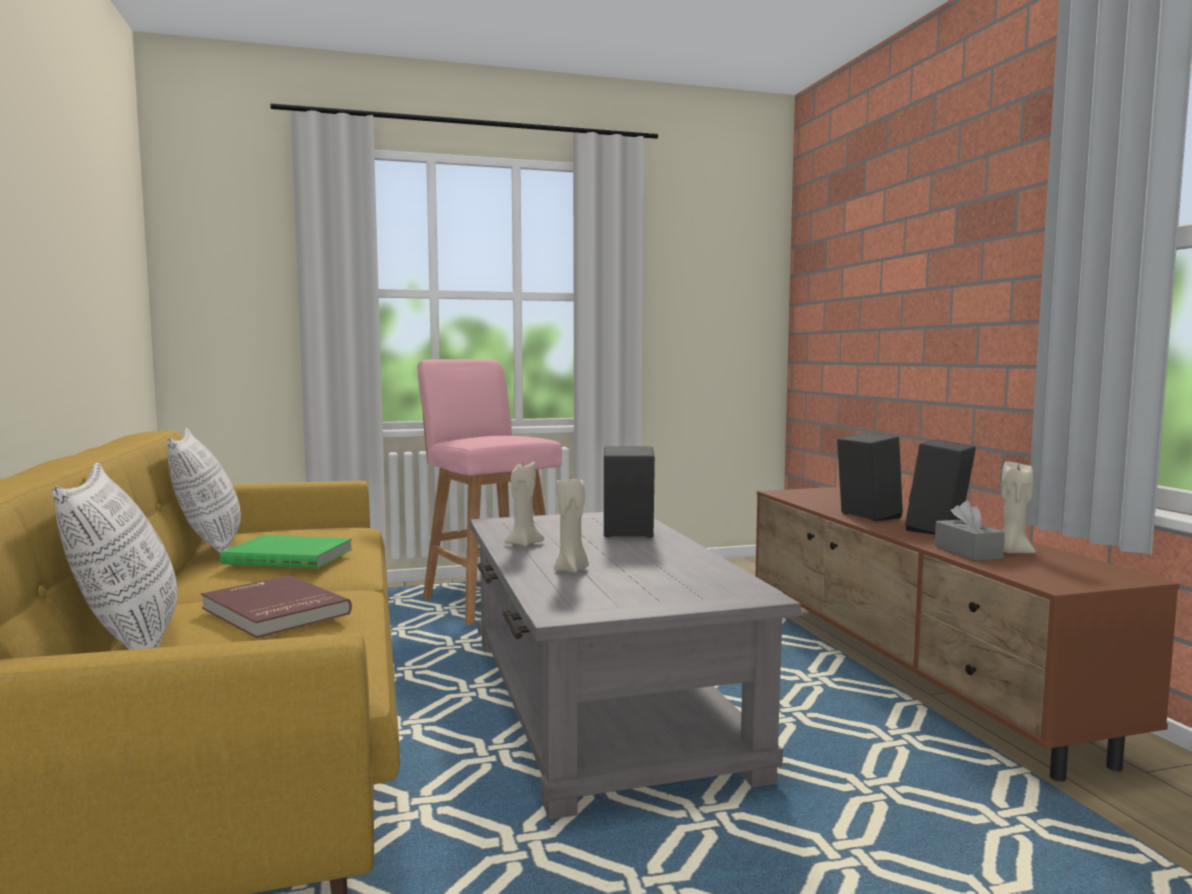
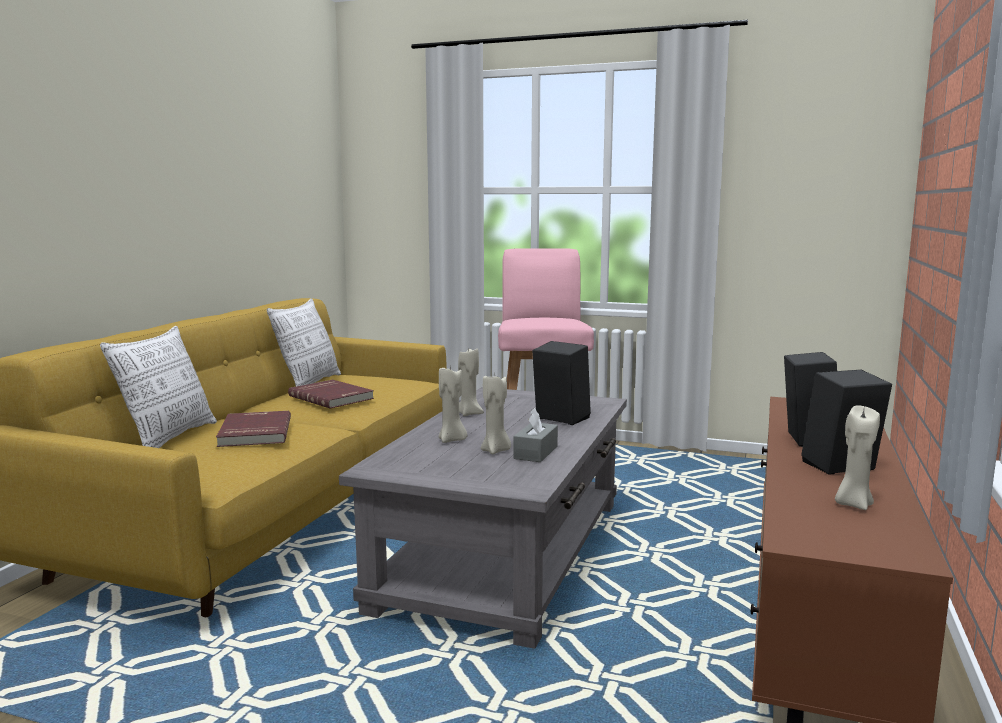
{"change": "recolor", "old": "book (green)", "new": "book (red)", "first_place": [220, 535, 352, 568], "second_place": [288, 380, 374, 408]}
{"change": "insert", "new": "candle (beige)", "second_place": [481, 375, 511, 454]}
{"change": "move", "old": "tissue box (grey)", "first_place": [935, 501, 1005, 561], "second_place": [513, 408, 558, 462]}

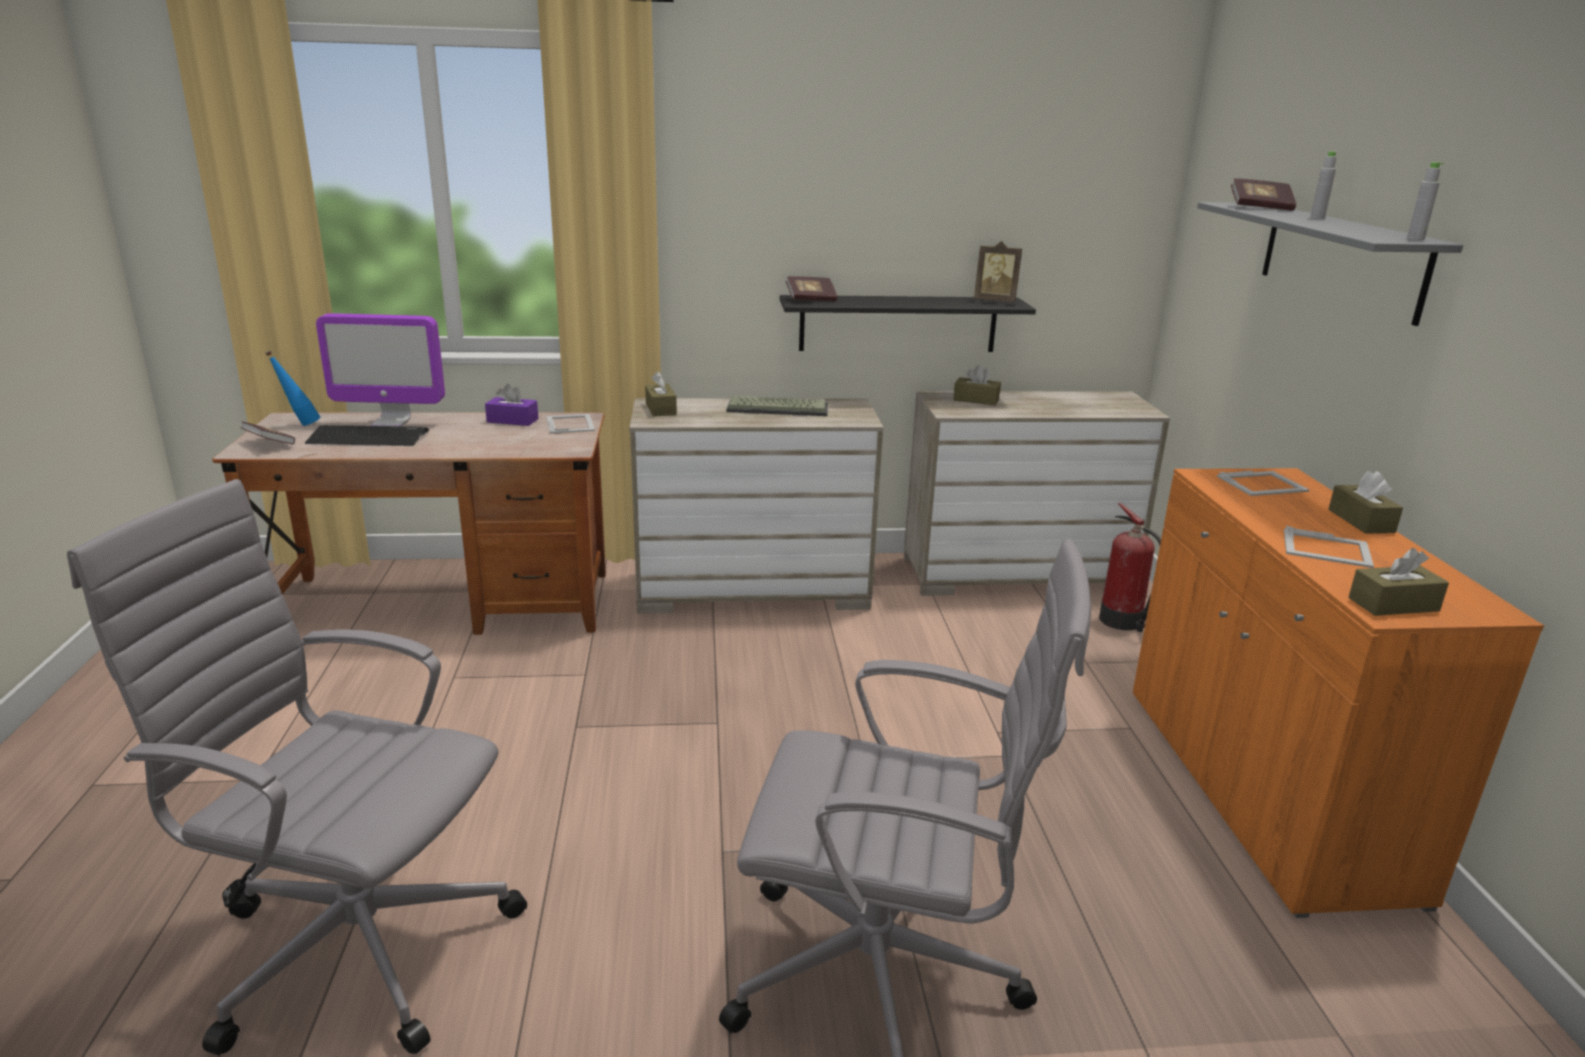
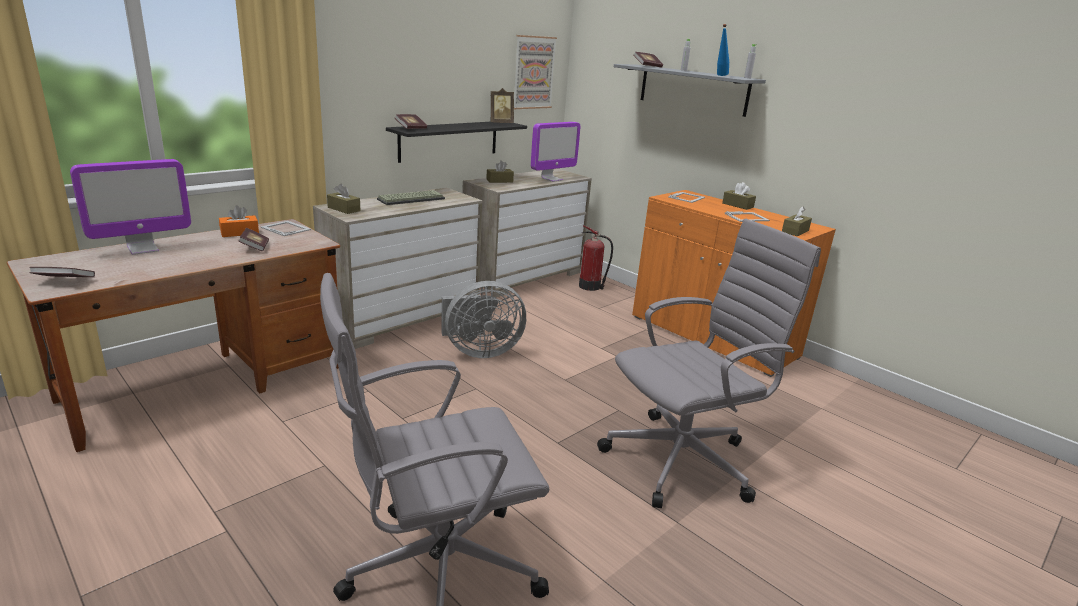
{"change": "recolor", "old": "tissue box (purple)", "new": "tissue box (orange)", "first_place": [485, 384, 539, 426], "second_place": [219, 205, 259, 237]}
{"change": "insert", "new": "book", "second_place": [239, 228, 269, 251]}
{"change": "insert", "new": "fan (grey)", "second_place": [441, 281, 526, 358]}
{"change": "insert", "new": "picture", "second_place": [514, 35, 557, 109]}
{"change": "insert", "new": "monitor", "second_place": [531, 122, 580, 182]}
{"change": "move", "old": "bottle (blue)", "first_place": [265, 351, 320, 426], "second_place": [717, 24, 729, 76]}
{"change": "delete", "old": "keyboard", "first_place": [305, 425, 429, 446]}

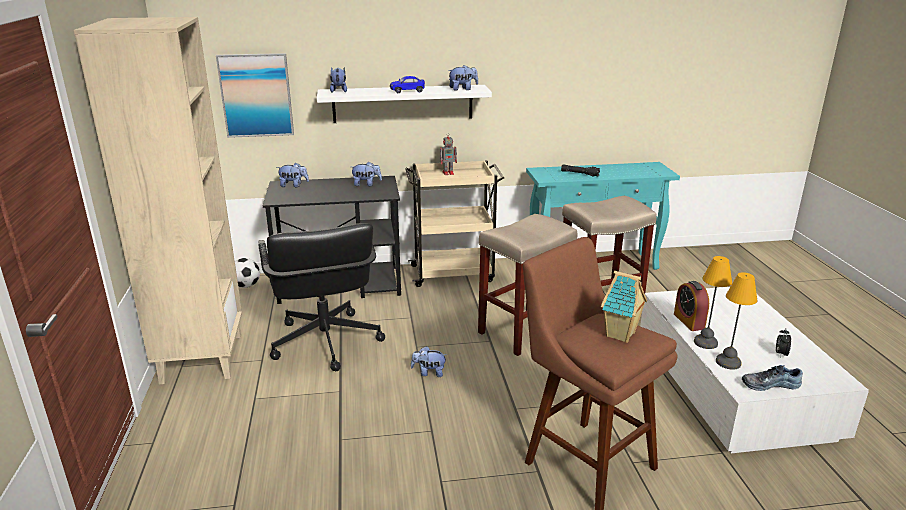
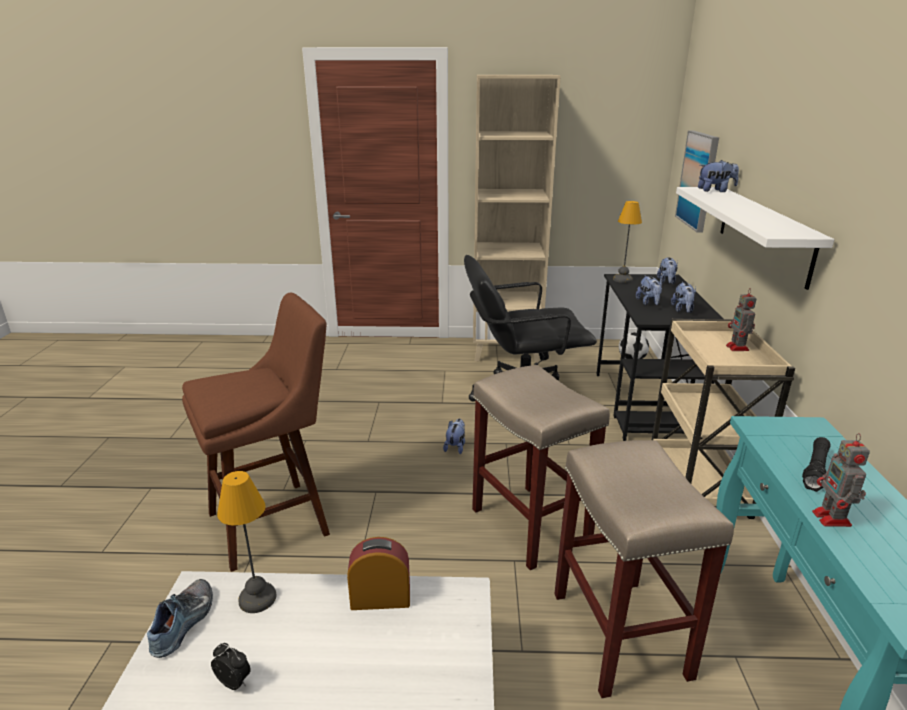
{"change": "move", "old": "table lamp", "first_place": [694, 256, 732, 349], "second_place": [613, 201, 642, 283]}
{"change": "move", "old": "plush toy", "first_place": [448, 65, 478, 91], "second_place": [636, 276, 662, 305]}
{"change": "insert", "new": "toy robot", "second_place": [812, 433, 870, 527]}
{"change": "delete", "old": "toy car", "first_place": [390, 76, 425, 93]}
{"change": "delete", "old": "toy house", "first_place": [601, 271, 647, 343]}

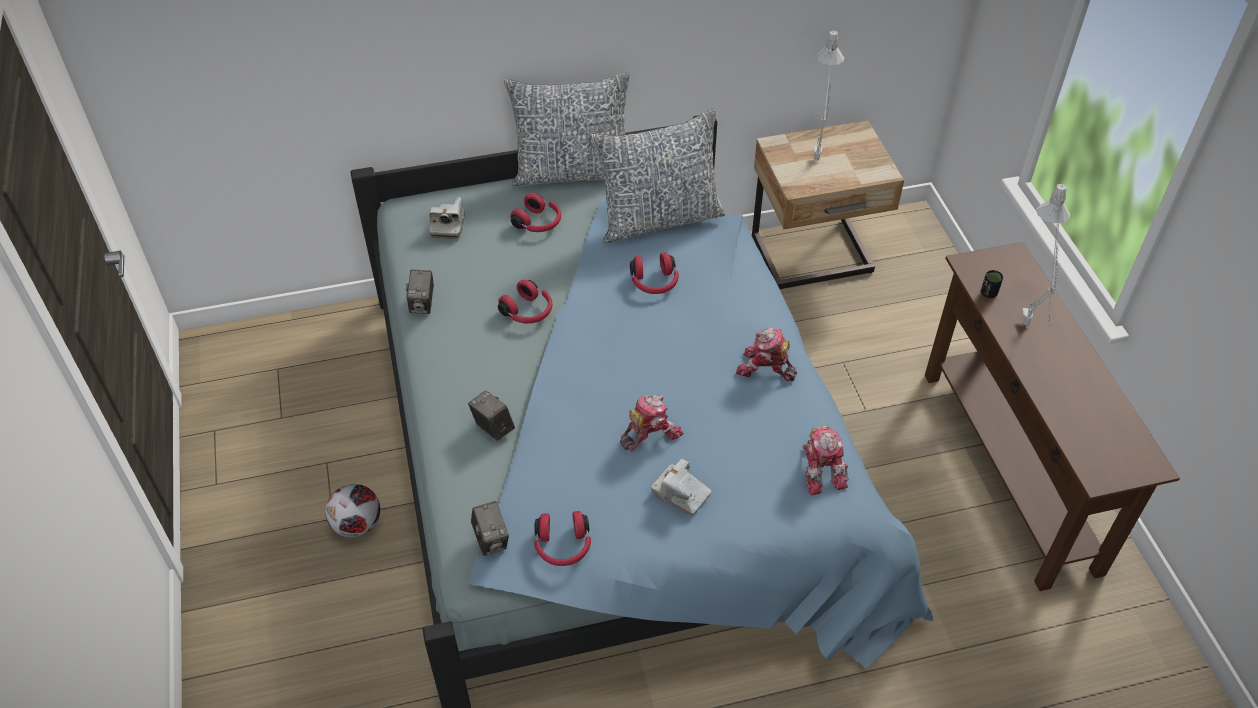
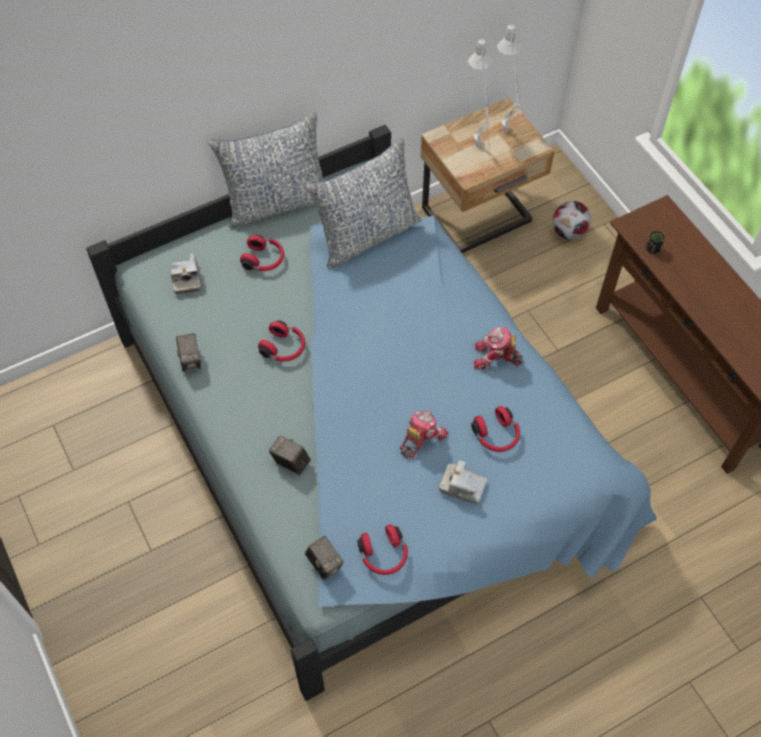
{"change": "move", "old": "headphones (red)", "first_place": [630, 252, 679, 294], "second_place": [471, 406, 520, 452]}
{"change": "move", "old": "table lamp (grey)", "first_place": [1022, 184, 1070, 331], "second_place": [497, 25, 521, 133]}
{"change": "move", "old": "football", "first_place": [325, 484, 380, 538], "second_place": [553, 201, 591, 240]}
{"change": "delete", "old": "toy robot", "first_place": [803, 425, 849, 495]}

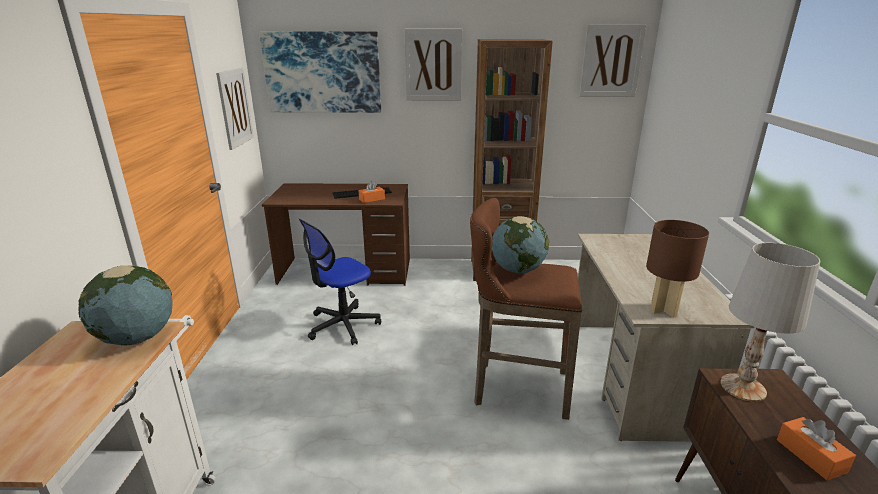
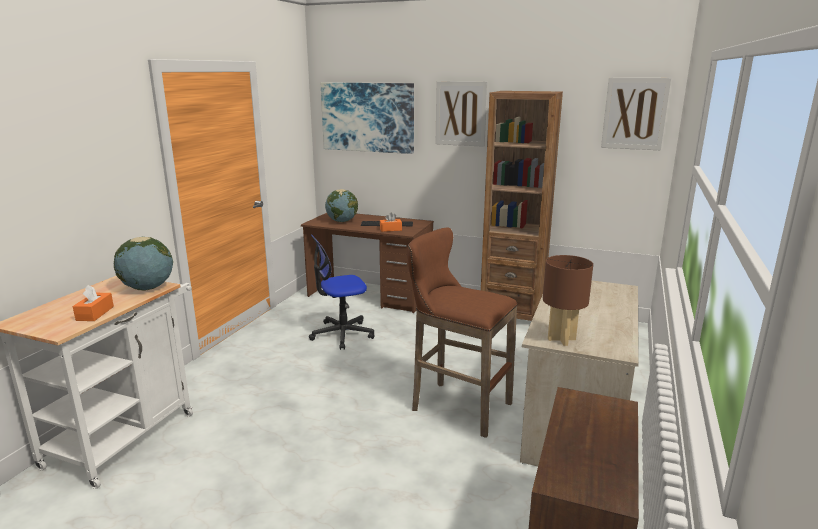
{"change": "move", "old": "tissue box (orange)", "first_place": [777, 417, 856, 480], "second_place": [73, 285, 114, 321]}
{"change": "move", "old": "globe", "first_place": [492, 216, 549, 274], "second_place": [325, 189, 358, 222]}
{"change": "delete", "old": "picture", "first_place": [216, 68, 254, 150]}
{"change": "delete", "old": "table lamp (white)", "first_place": [721, 243, 820, 402]}

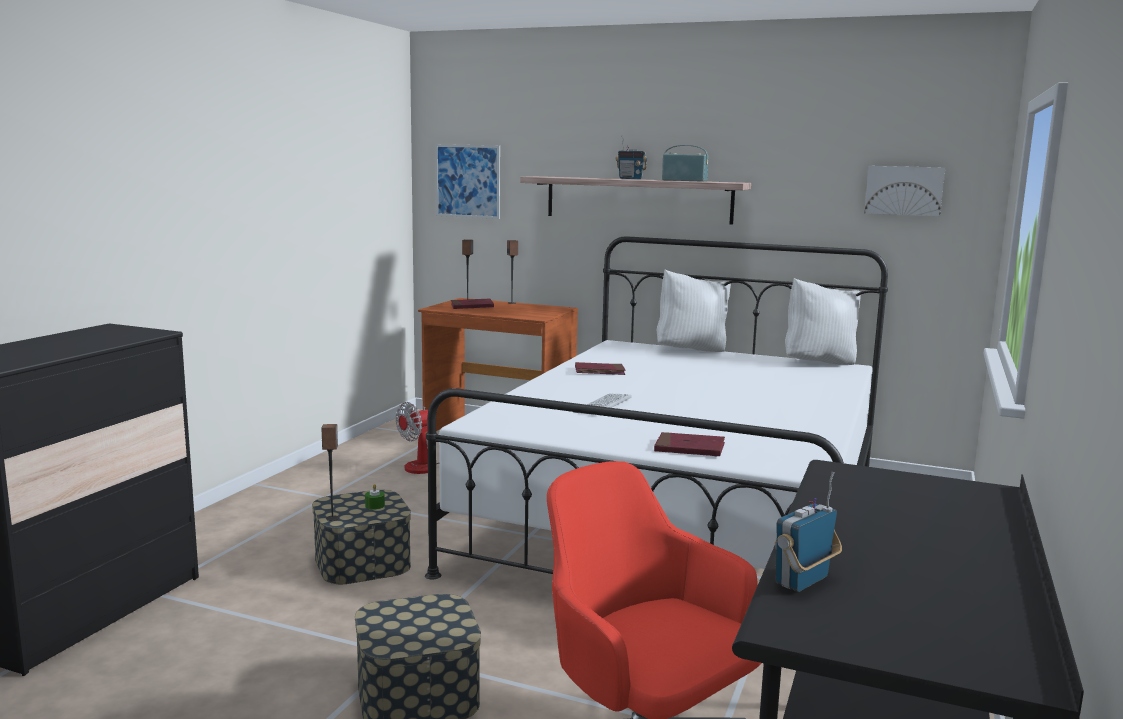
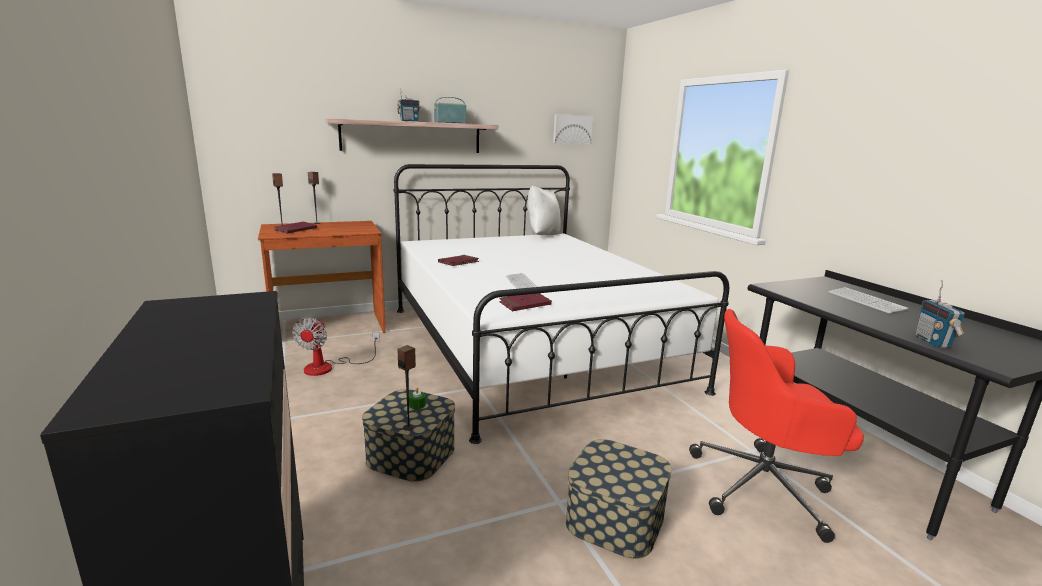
{"change": "move", "old": "book (red)", "first_place": [654, 432, 725, 457], "second_place": [499, 293, 552, 311]}
{"change": "insert", "new": "keyboard", "second_place": [828, 287, 909, 314]}
{"change": "delete", "old": "picture", "first_place": [435, 144, 500, 219]}
{"change": "delete", "old": "pillow (white)", "first_place": [657, 270, 731, 352]}

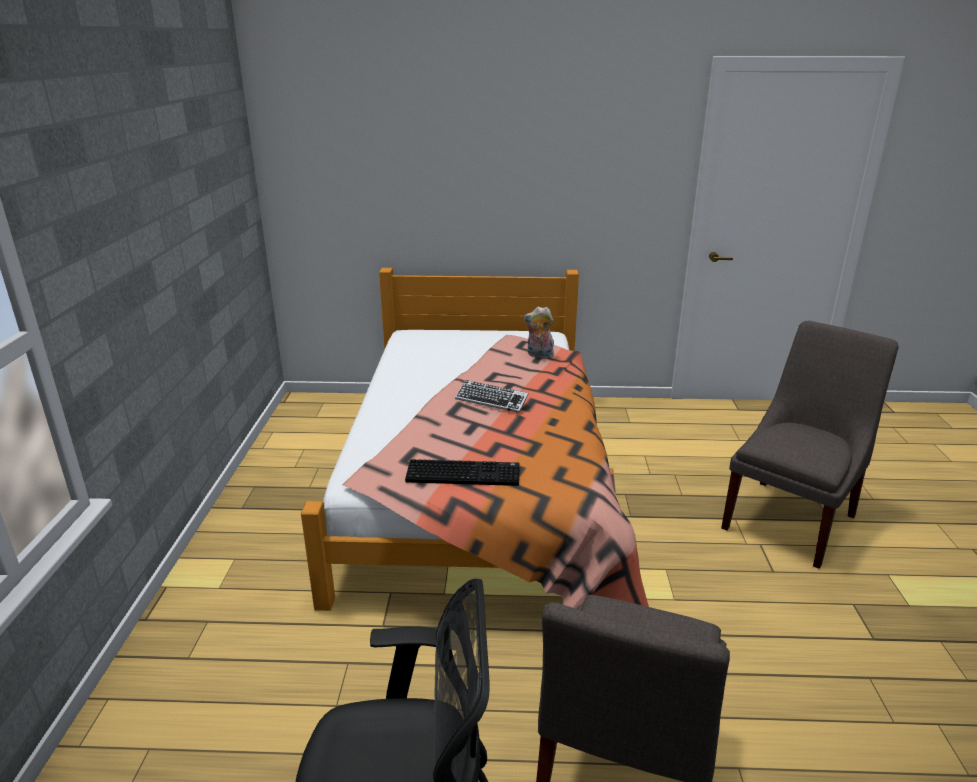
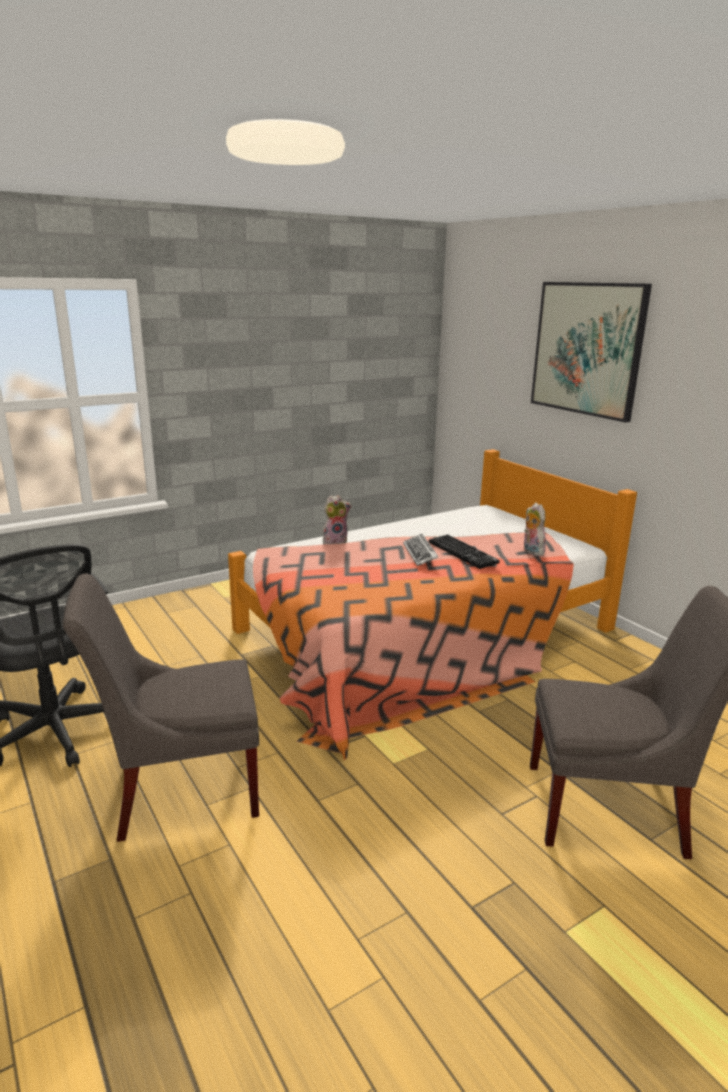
{"change": "insert", "new": "plush toy", "second_place": [323, 495, 352, 544]}
{"change": "move", "old": "keyboard", "first_place": [405, 459, 520, 486], "second_place": [429, 534, 500, 569]}
{"change": "insert", "new": "picture", "second_place": [531, 282, 652, 423]}

